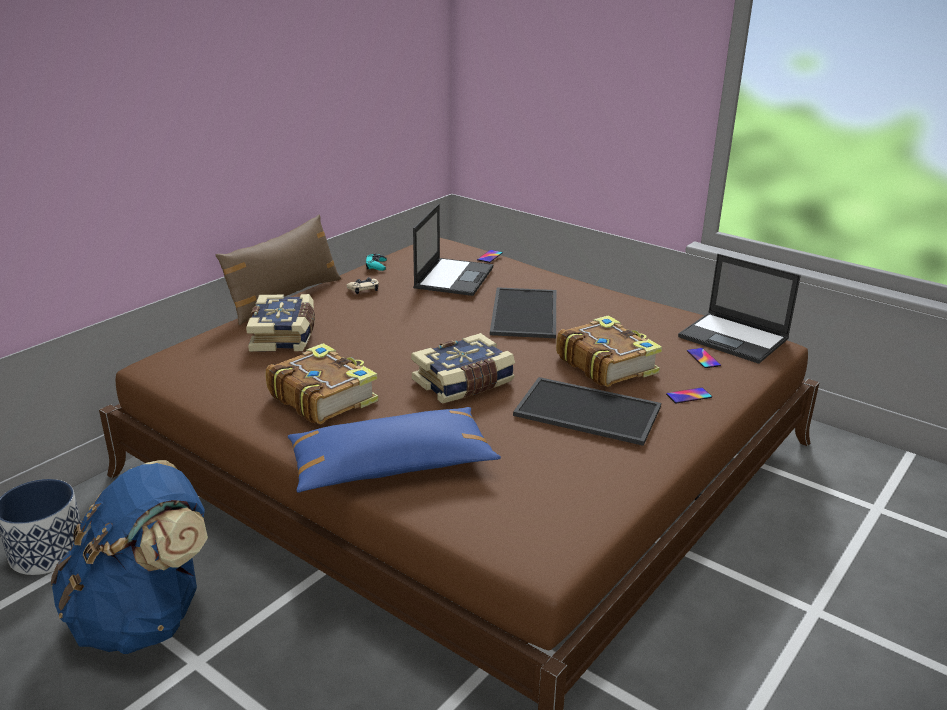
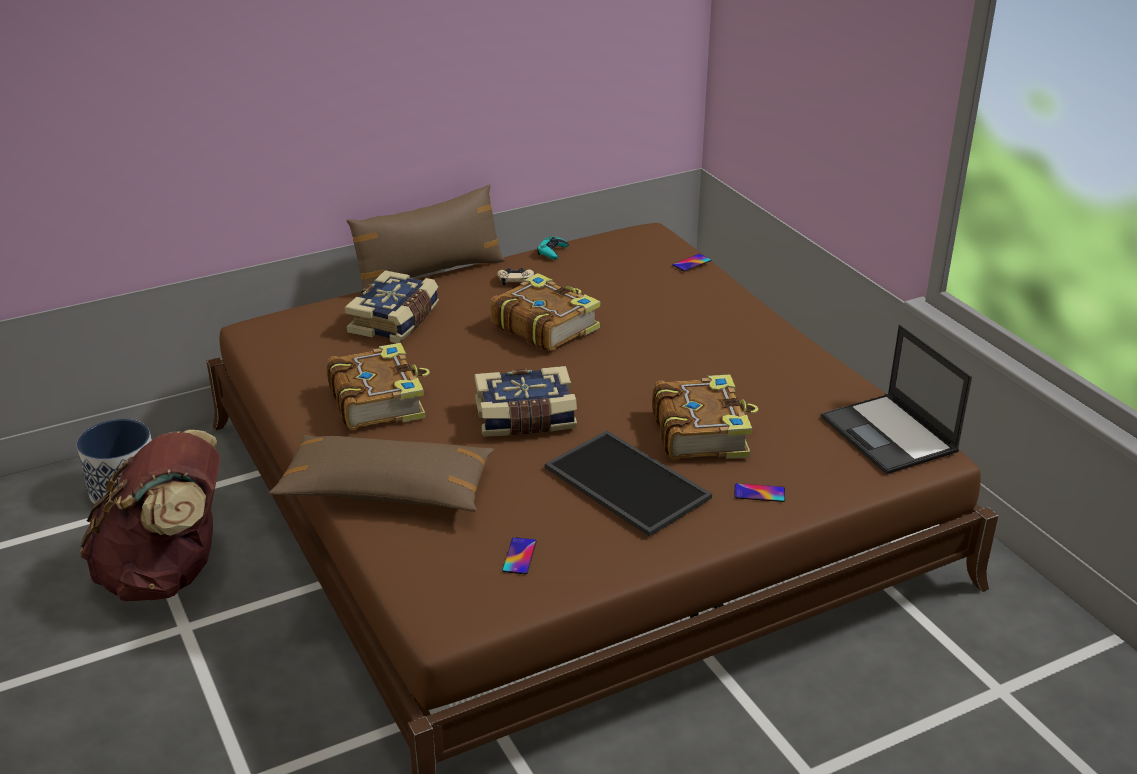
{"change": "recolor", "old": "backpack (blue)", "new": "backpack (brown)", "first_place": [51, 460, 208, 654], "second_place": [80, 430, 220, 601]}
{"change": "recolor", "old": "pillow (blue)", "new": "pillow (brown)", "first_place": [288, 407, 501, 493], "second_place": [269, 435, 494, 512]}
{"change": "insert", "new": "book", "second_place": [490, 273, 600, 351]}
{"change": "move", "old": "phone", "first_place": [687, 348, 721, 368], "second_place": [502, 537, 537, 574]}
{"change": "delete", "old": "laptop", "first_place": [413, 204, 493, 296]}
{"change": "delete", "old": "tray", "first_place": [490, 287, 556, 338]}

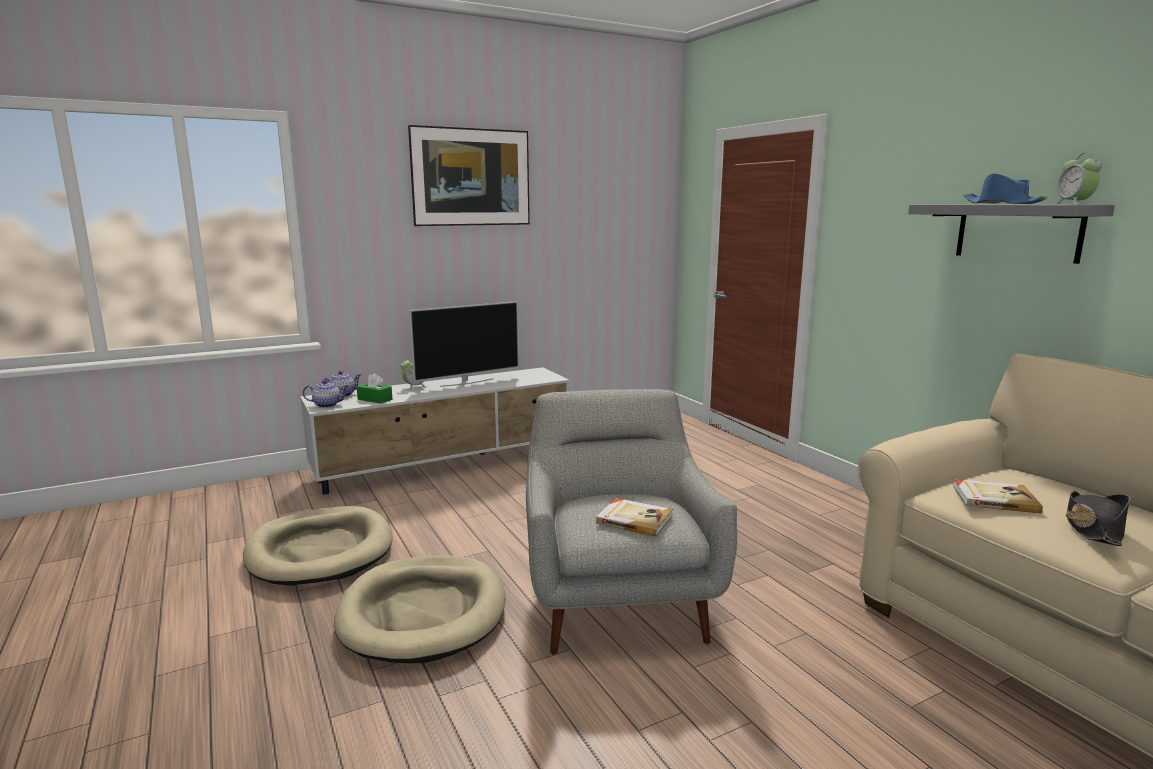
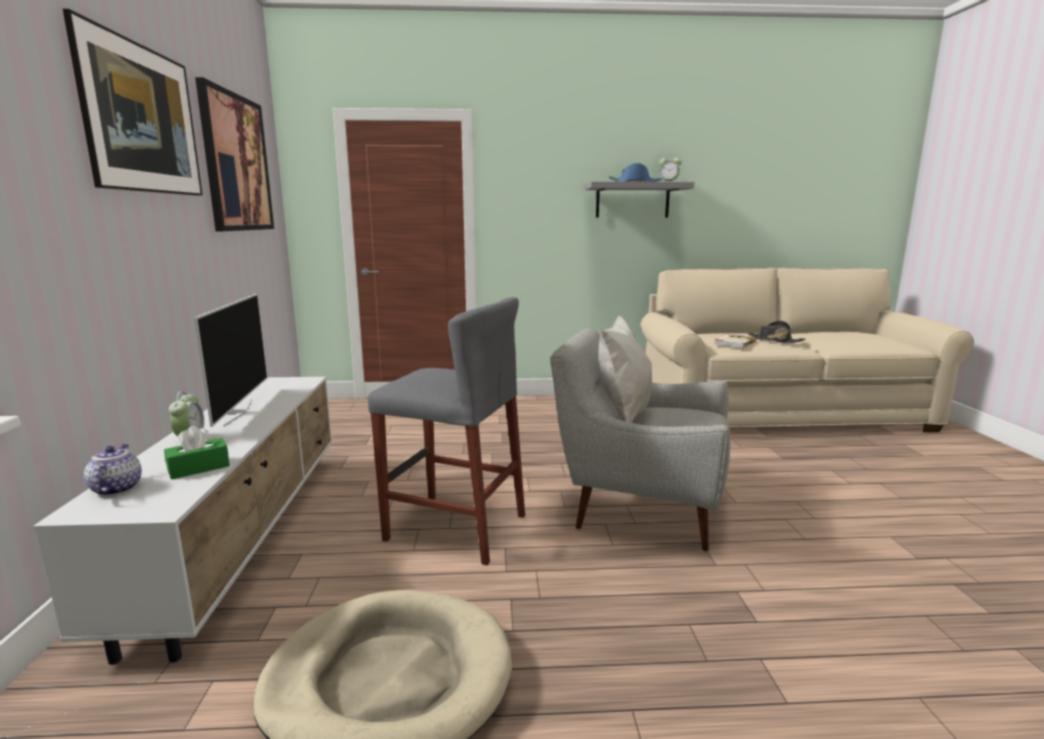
{"change": "insert", "new": "picture", "second_place": [195, 77, 274, 231]}
{"change": "insert", "new": "stool (grey)", "second_place": [368, 297, 525, 565]}
{"change": "insert", "new": "pillow (white)", "second_place": [598, 315, 652, 423]}
{"change": "delete", "old": "teapot", "first_place": [303, 380, 348, 408]}
{"change": "delete", "old": "dog bed (beige)", "first_place": [334, 555, 505, 663]}
{"change": "delete", "old": "book", "first_place": [596, 498, 673, 537]}

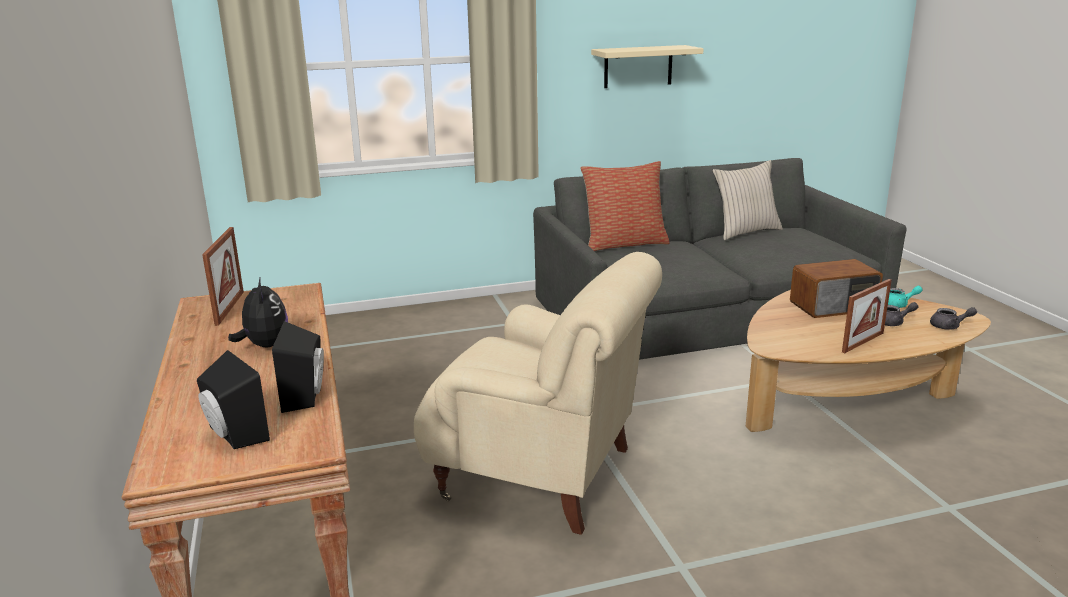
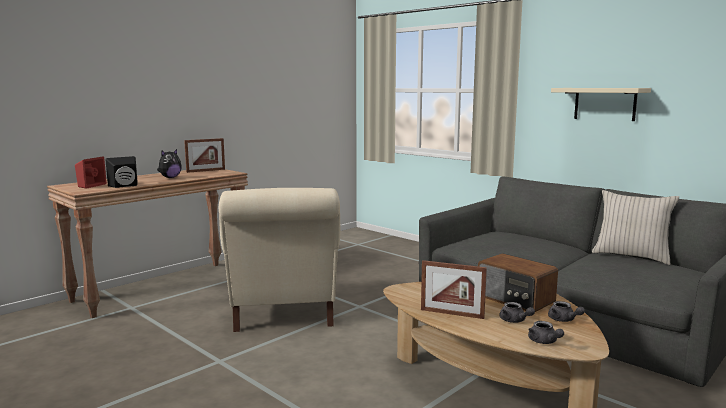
{"change": "recolor", "old": "speaker (black)", "new": "speaker (red)", "first_place": [197, 350, 270, 449], "second_place": [75, 156, 107, 189]}
{"change": "recolor", "old": "teapot (turquoise)", "new": "teapot (grey)", "first_place": [888, 286, 922, 308], "second_place": [548, 301, 585, 322]}
{"change": "delete", "old": "pillow", "first_place": [581, 161, 670, 251]}

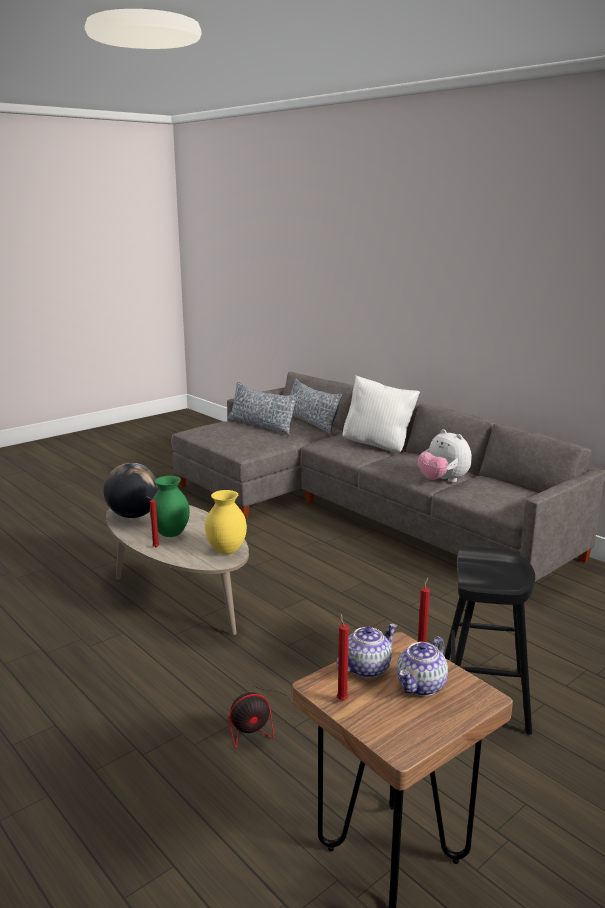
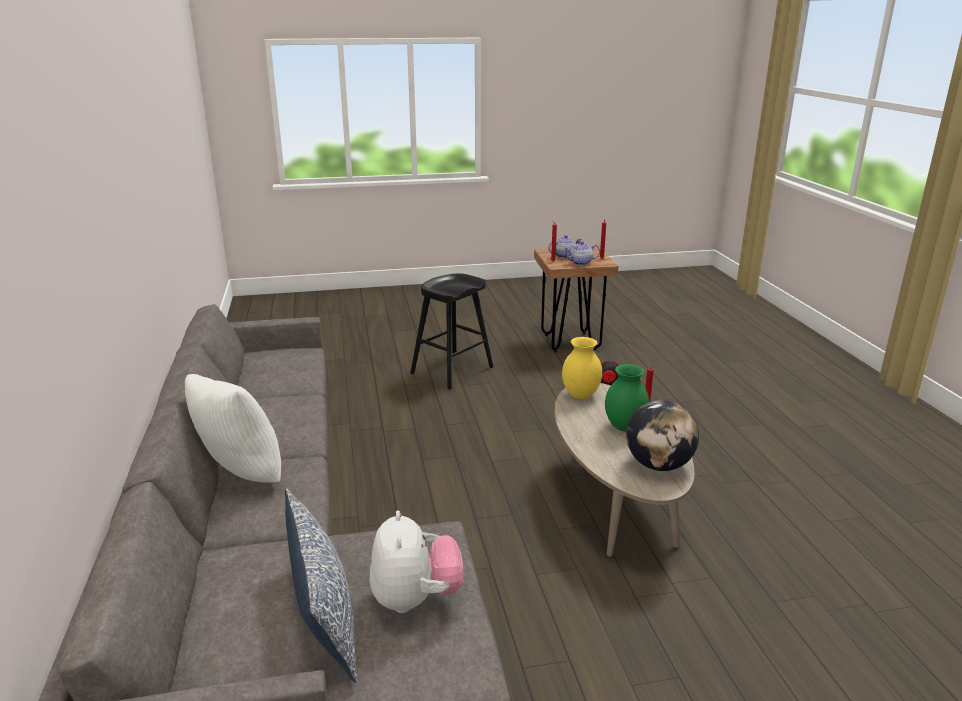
{"change": "move", "old": "plush toy", "first_place": [418, 429, 472, 482], "second_place": [370, 510, 463, 613]}
{"change": "delete", "old": "pillow", "first_place": [290, 378, 342, 434]}

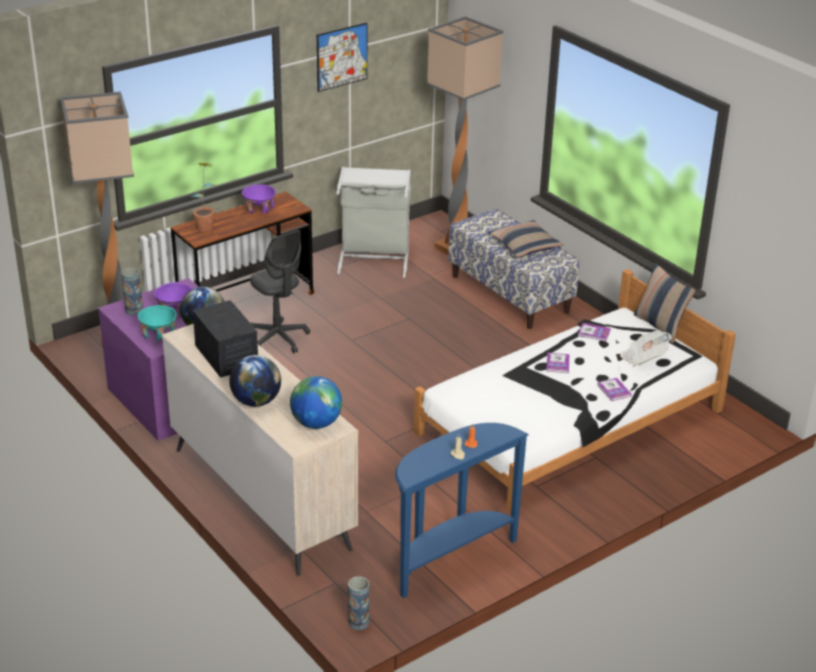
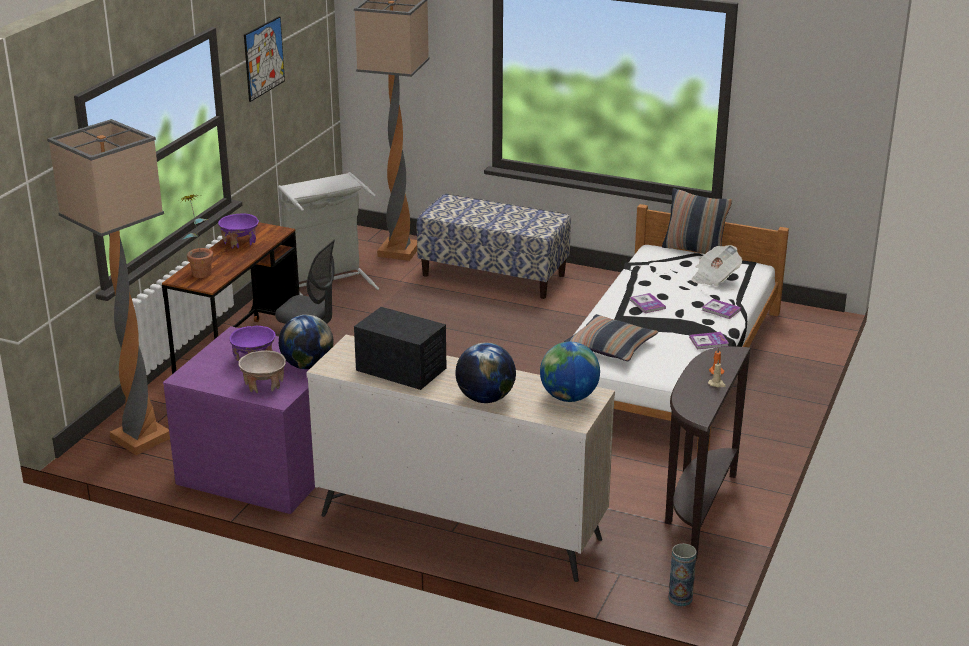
{"change": "recolor", "old": "bowl (turquoise)", "new": "bowl (beige)", "first_place": [138, 305, 177, 341], "second_place": [238, 350, 286, 393]}
{"change": "move", "old": "pillow", "first_place": [489, 220, 564, 258], "second_place": [564, 314, 658, 361]}
{"change": "recolor", "old": "console table (blue)", "new": "console table (brown)", "first_place": [395, 423, 529, 598], "second_place": [665, 346, 751, 560]}
{"change": "move", "old": "book", "first_place": [578, 323, 611, 342], "second_place": [689, 332, 728, 349]}
{"change": "delete", "old": "vase", "first_place": [121, 268, 143, 315]}

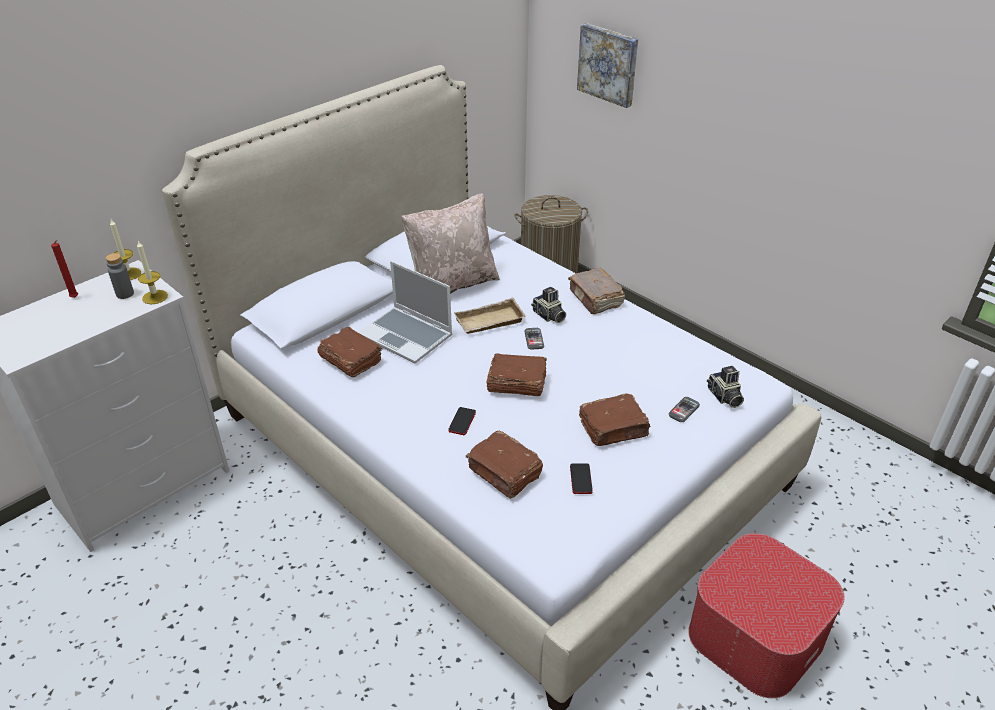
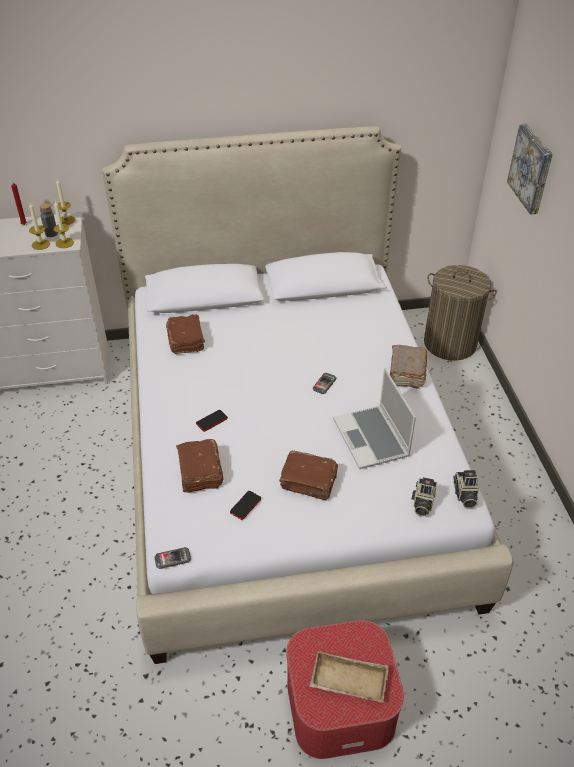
{"change": "insert", "new": "candle", "second_place": [29, 203, 50, 250]}
{"change": "move", "old": "phone", "first_place": [668, 397, 700, 422], "second_place": [155, 547, 191, 569]}
{"change": "move", "old": "tray (beige)", "first_place": [454, 298, 526, 334], "second_place": [310, 651, 389, 702]}
{"change": "move", "old": "laptop", "first_place": [358, 261, 453, 364], "second_place": [333, 368, 416, 469]}
{"change": "move", "old": "photo camera", "first_place": [531, 287, 566, 323], "second_place": [453, 470, 479, 508]}
{"change": "delete", "old": "pillow (beige)", "first_place": [401, 193, 500, 294]}
{"change": "delete", "old": "book (brown)", "first_place": [486, 353, 547, 396]}

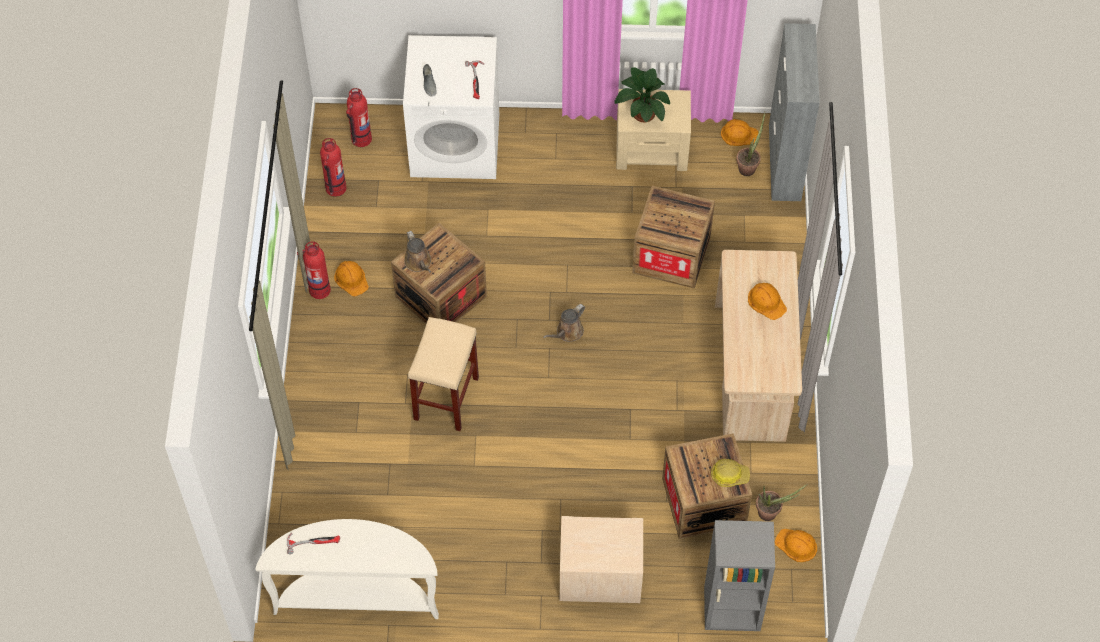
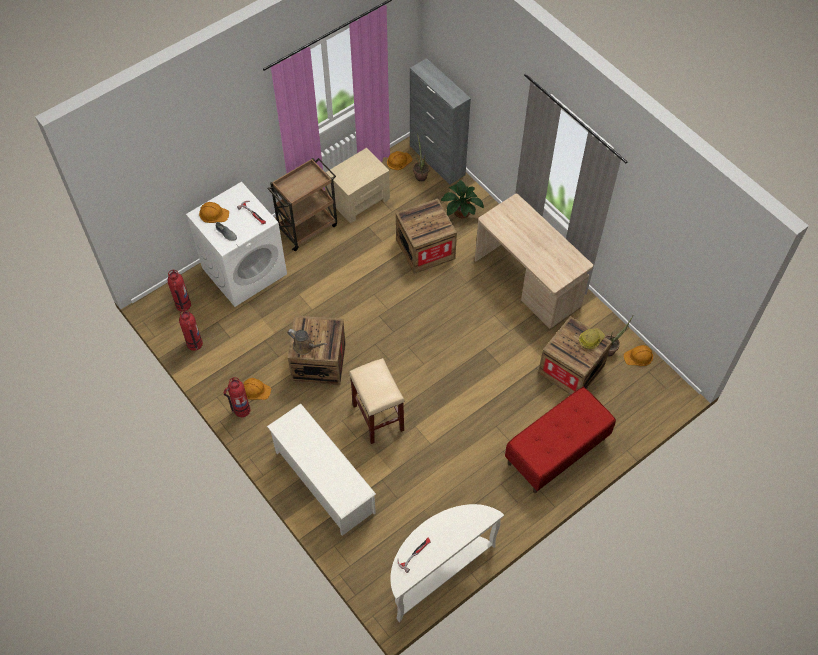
{"change": "move", "old": "hard hat (orange)", "first_place": [748, 283, 787, 320], "second_place": [199, 202, 229, 223]}
{"change": "insert", "new": "cart (brown)", "second_place": [267, 158, 337, 251]}
{"change": "insert", "new": "shoe rack (white)", "second_place": [267, 404, 376, 536]}
{"change": "move", "old": "potted plant", "first_place": [614, 67, 670, 123], "second_place": [441, 180, 484, 218]}
{"change": "replace", "old": "nightstand (beige)", "new": "bench (red)", "first_place": [560, 516, 643, 603], "second_place": [505, 387, 616, 493]}
{"change": "delete", "old": "watering can (brown)", "first_place": [543, 304, 585, 342]}
{"change": "delete", "old": "bookcase (grey)", "first_place": [704, 520, 775, 631]}

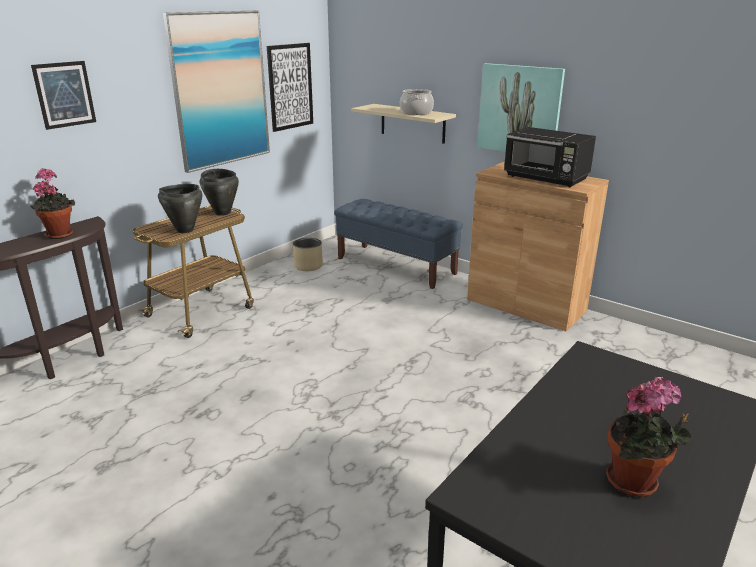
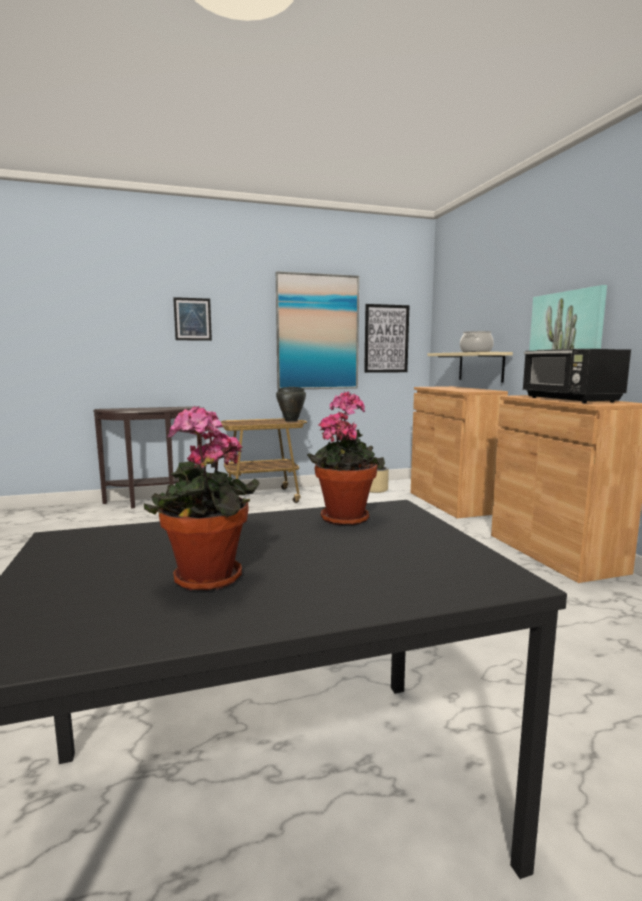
{"change": "move", "old": "potted plant", "first_place": [30, 168, 75, 239], "second_place": [307, 391, 385, 526]}
{"change": "replace", "old": "bench (blue)", "new": "cabinet (brown)", "first_place": [334, 199, 463, 289], "second_place": [411, 386, 508, 518]}
{"change": "delete", "old": "cooking pot (black)", "first_place": [158, 184, 202, 233]}

